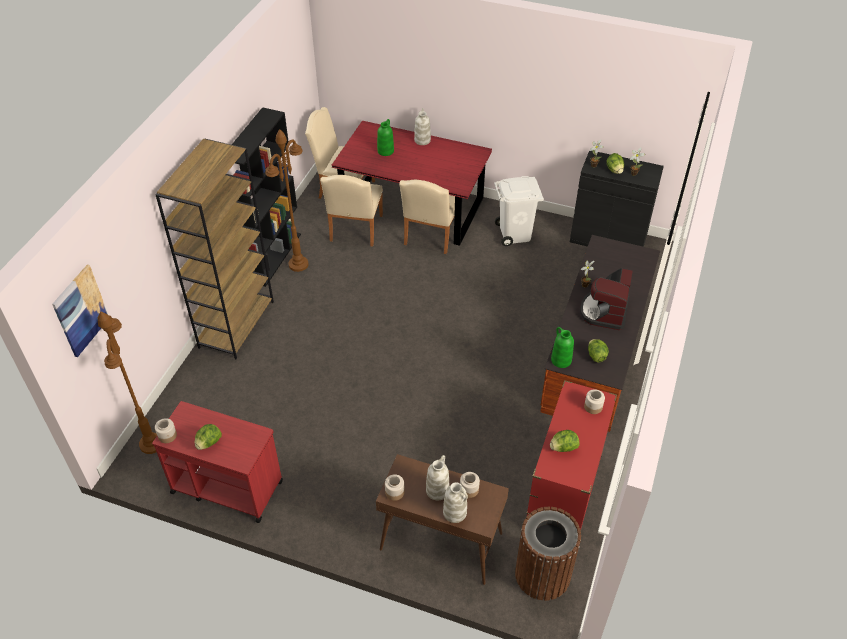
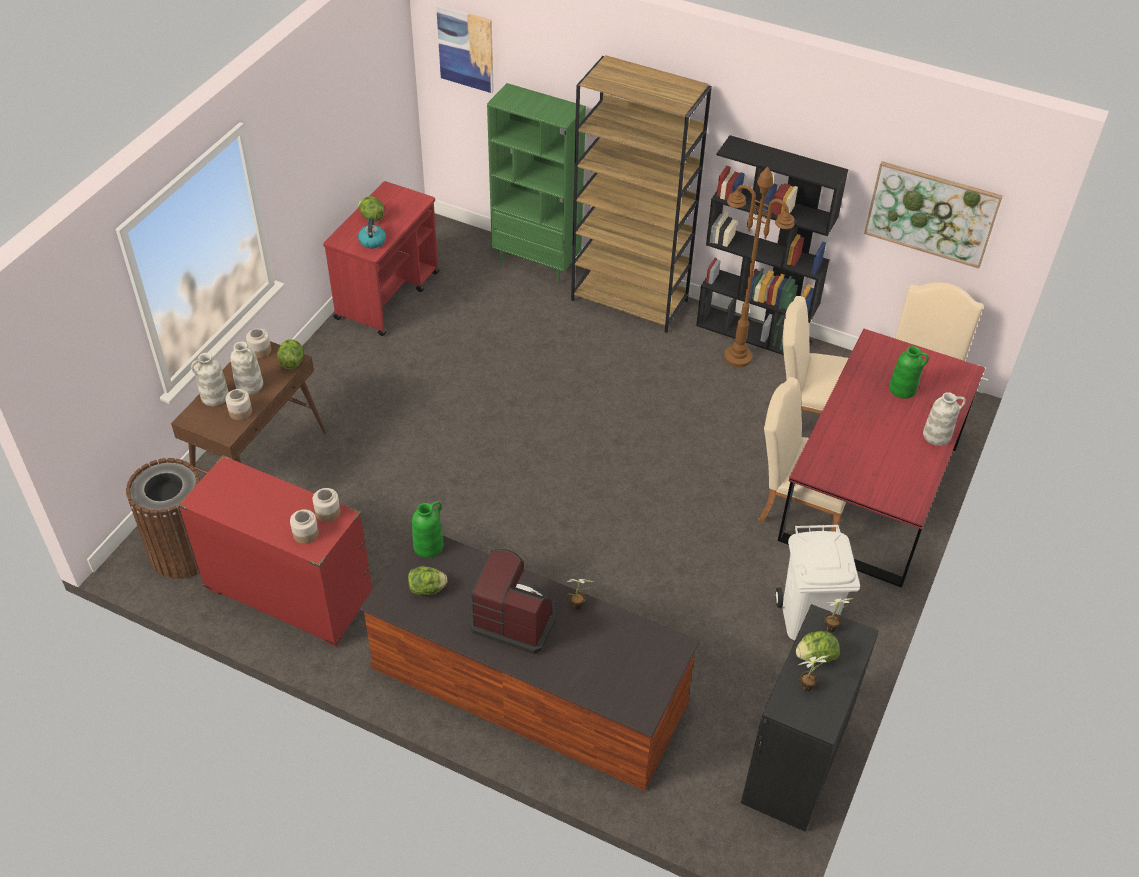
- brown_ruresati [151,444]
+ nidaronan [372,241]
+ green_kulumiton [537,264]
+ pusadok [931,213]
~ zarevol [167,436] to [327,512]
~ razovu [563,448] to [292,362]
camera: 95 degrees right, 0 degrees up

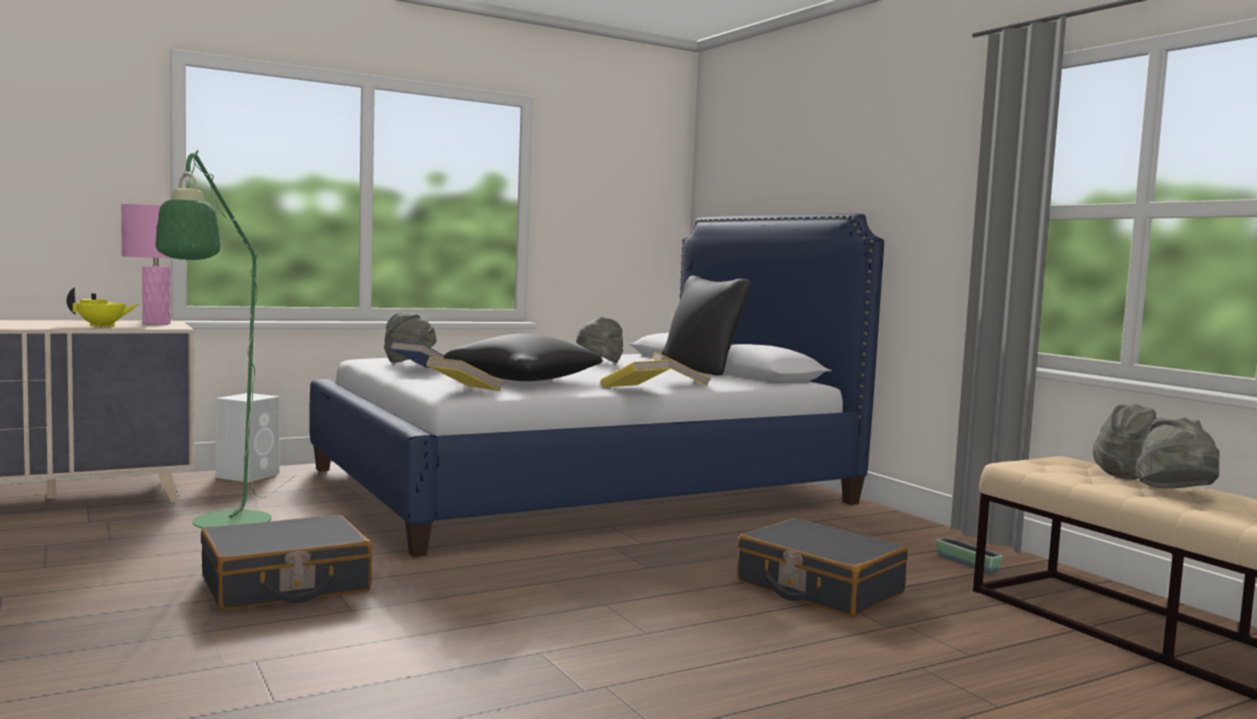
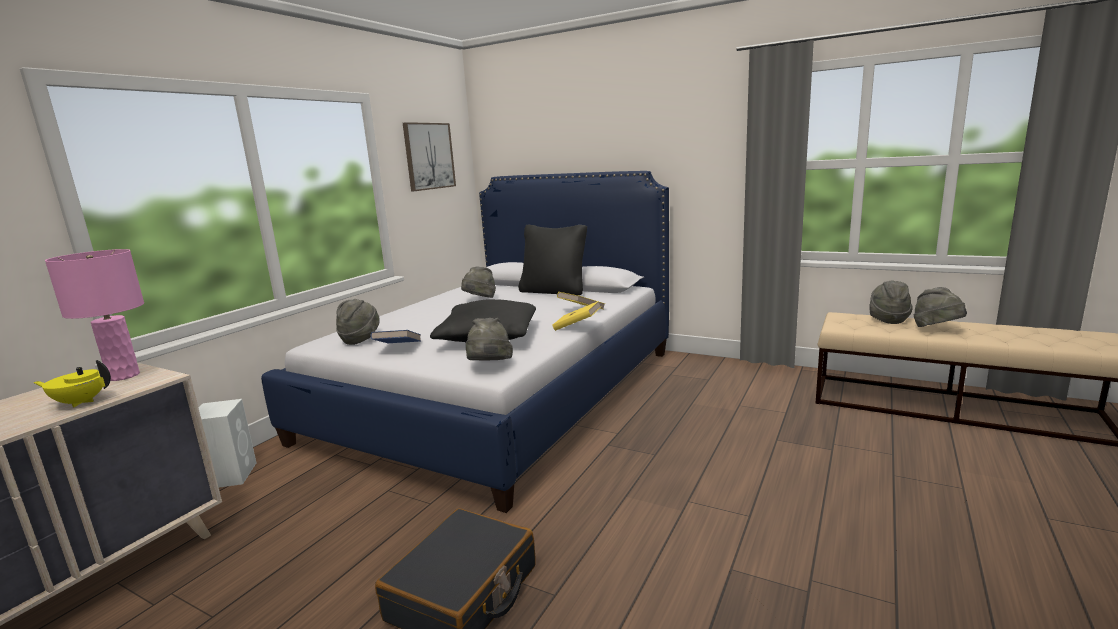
- green_ruresati [225,525]
- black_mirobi [819,588]
- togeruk [967,564]
+ pusadok [429,156]
~ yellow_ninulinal [464,391] to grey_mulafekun [489,366]
~ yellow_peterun [102,326] = [81,402] 135 degrees counterclockwise
camera: 30 degrees left, 10 degrees up

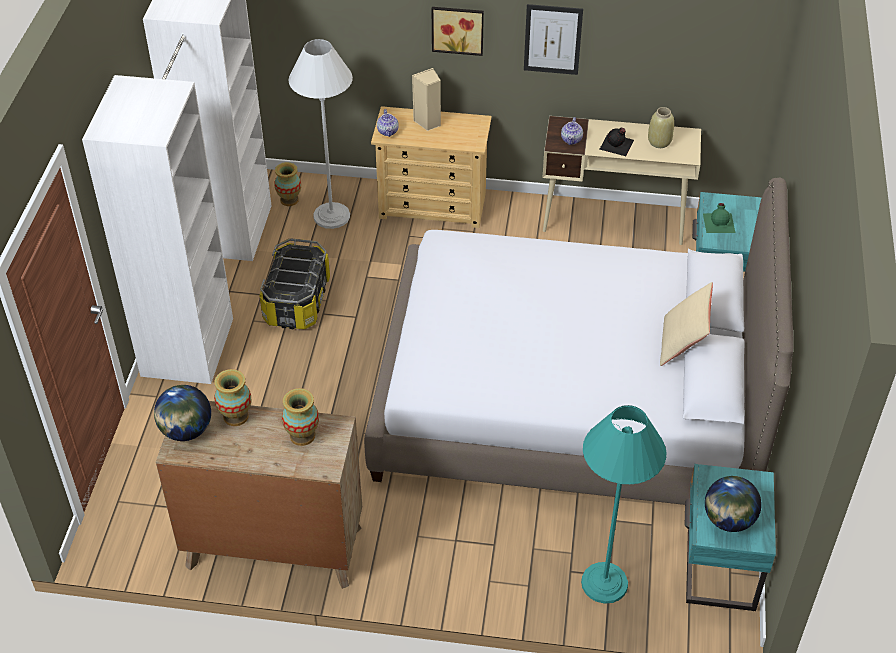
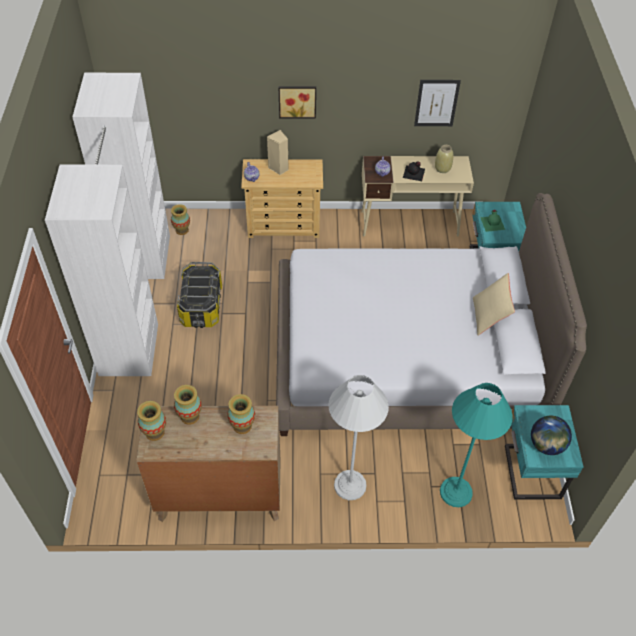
~ white_ruresati [331,216] to [350,485]
~ pusadok [552,39] to [436,103]
~ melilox [186,430] to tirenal [155,432]
camera: 10 degrees left, 5 degrees up

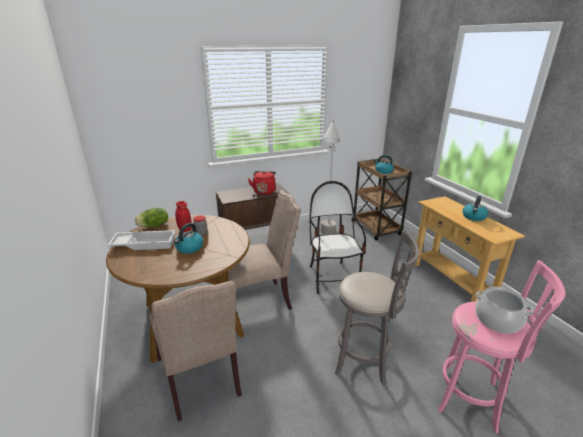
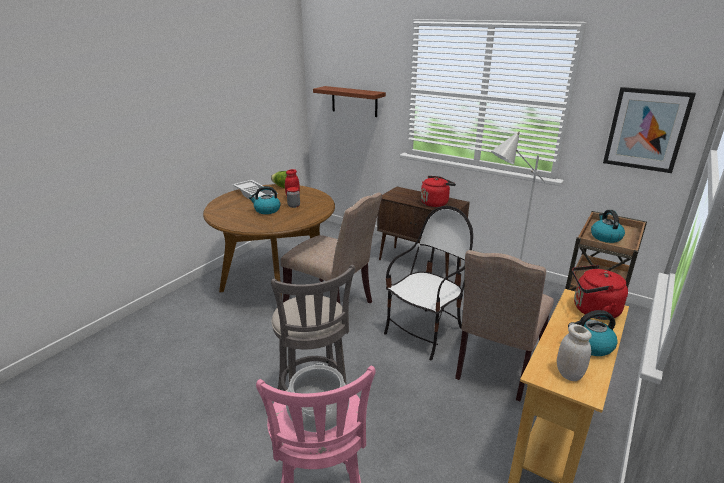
+ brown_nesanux [354,101]
+ white_zarevol [569,374]
+ red_nidaronan [592,310]
+ pusadok [646,129]
~ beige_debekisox [201,379] to [497,366]
camera: 55 degrees right, 0 degrees up

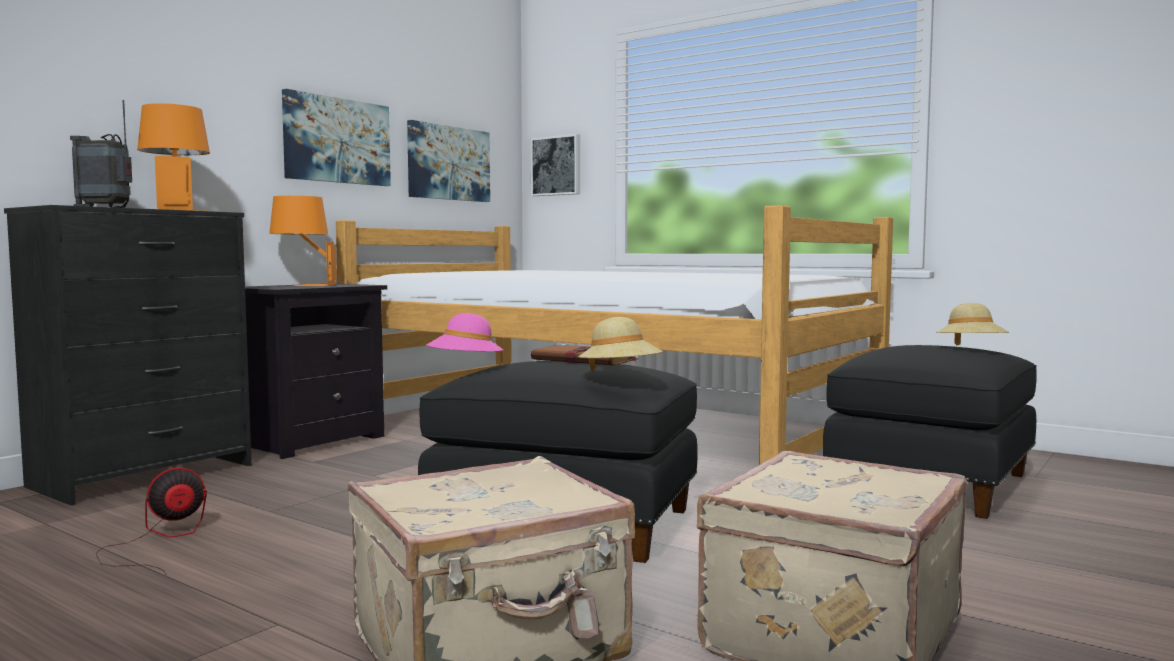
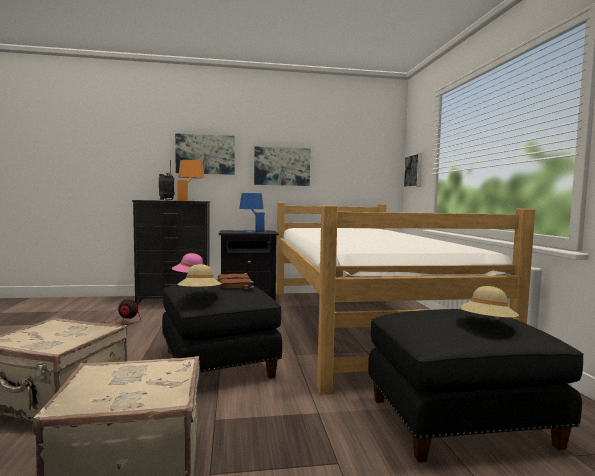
~ pusadok [448,163] to [205,154]
~ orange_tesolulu [304,285] to blue_tesolulu [252,231]
camera: 45 degrees right, 0 degrees up

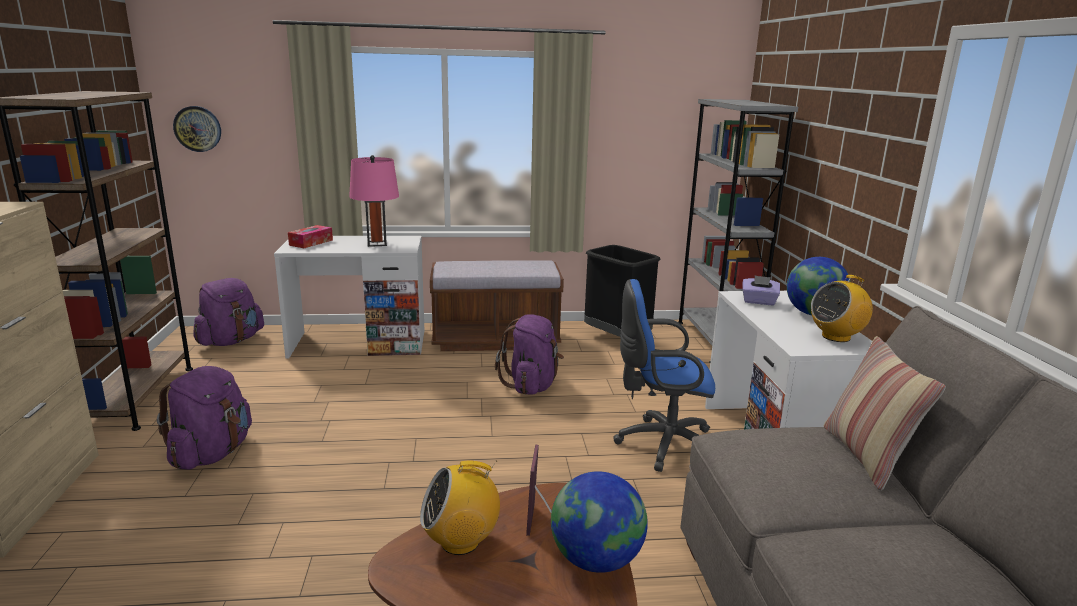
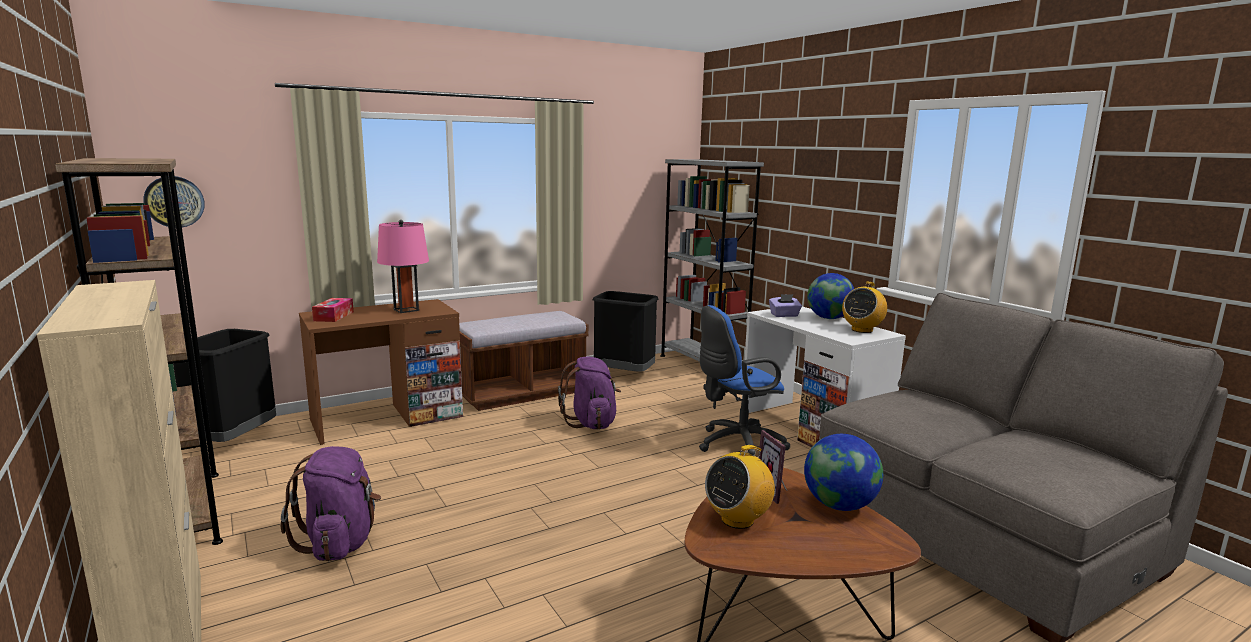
- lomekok [866,456]
~ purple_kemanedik [231,341] to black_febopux [234,440]
~ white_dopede [358,343] to brown_dopede [387,418]
camera: 25 degrees left, 5 degrees down

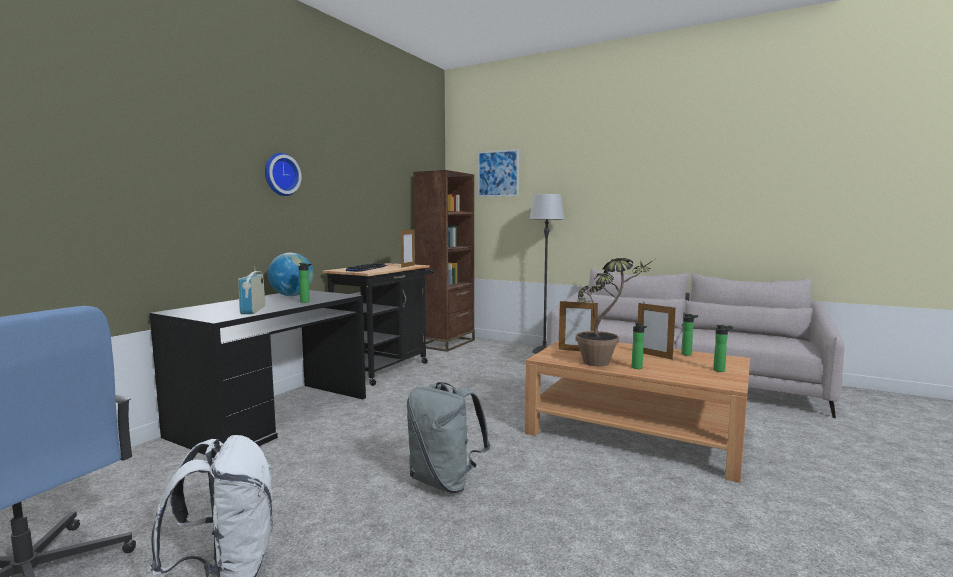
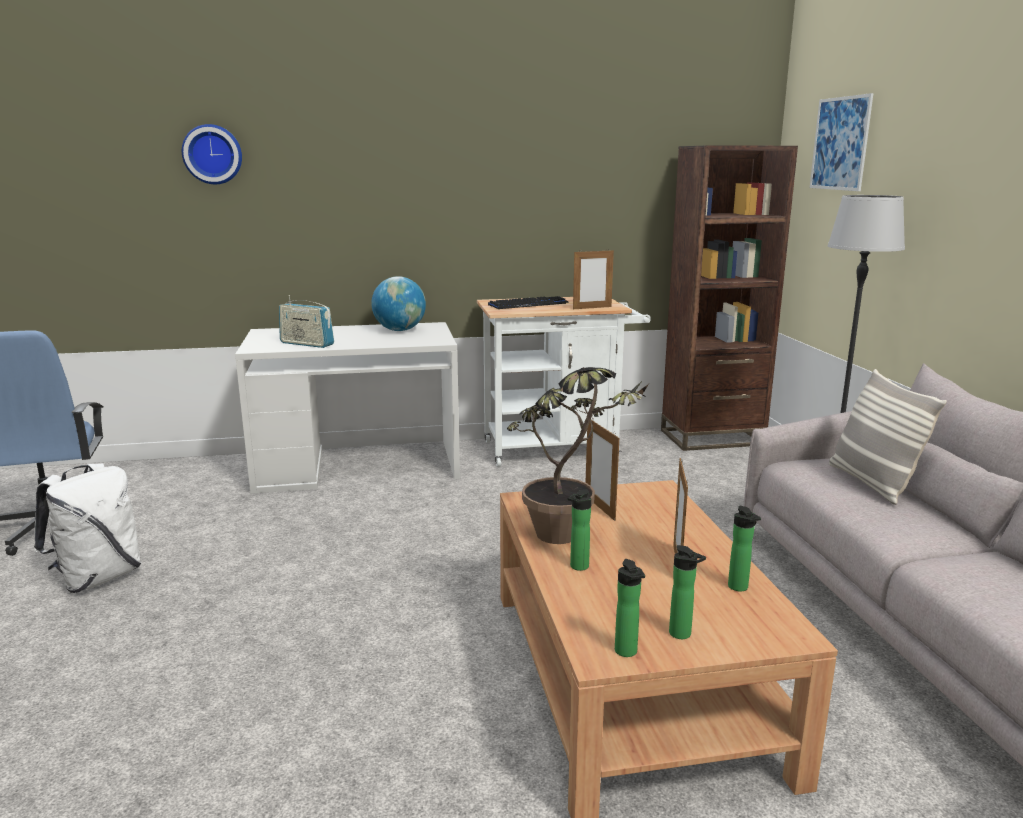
- grey_kemanedik [445,481]
+ lomekok [872,483]
~ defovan [280,174] to [213,154]
~ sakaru [306,302] to [627,653]
~ black_dopede [273,416] to white_dopede [357,465]
~ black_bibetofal [385,368] to white_bibetofal [558,449]
~ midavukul [253,310] = [307,344] 105 degrees counterclockwise
camera: 50 degrees right, 10 degrees up

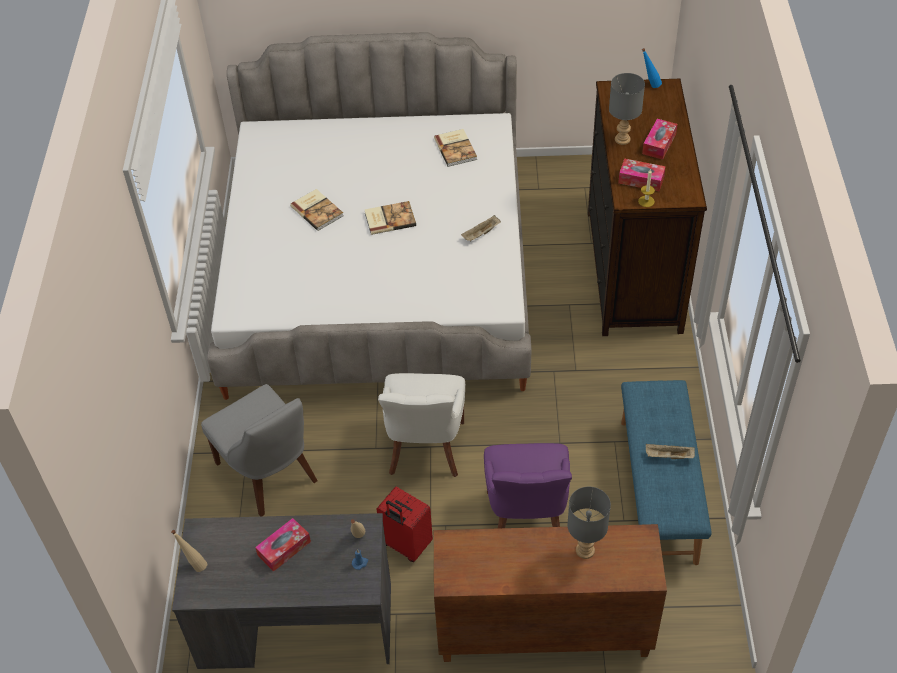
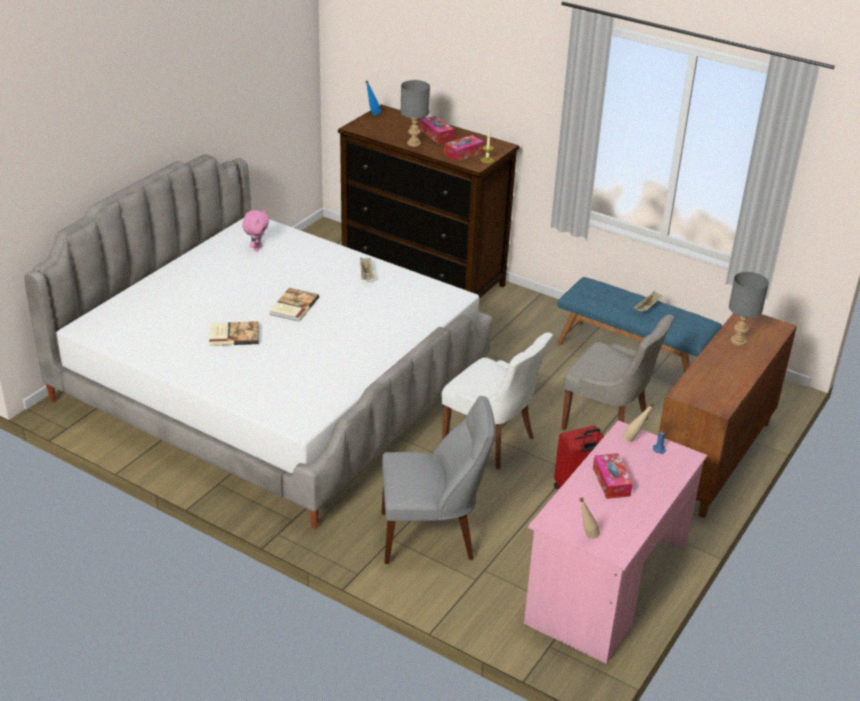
~ ninulinal [456,148] to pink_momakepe [257,248]
~ grey_dopede [296,625] to pink_dopede [607,584]
~ purple_debekisox [526,521] to grey_debekisox [608,423]
camera: 60 degrees left, 15 degrees down

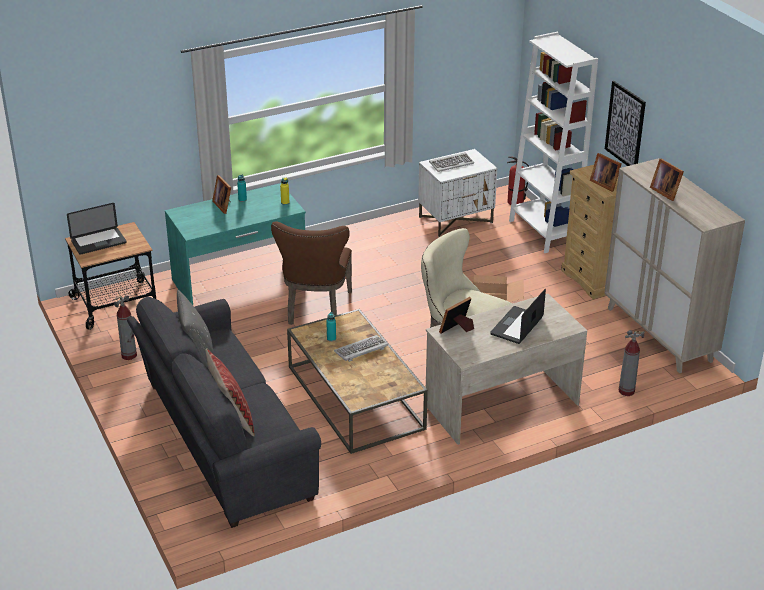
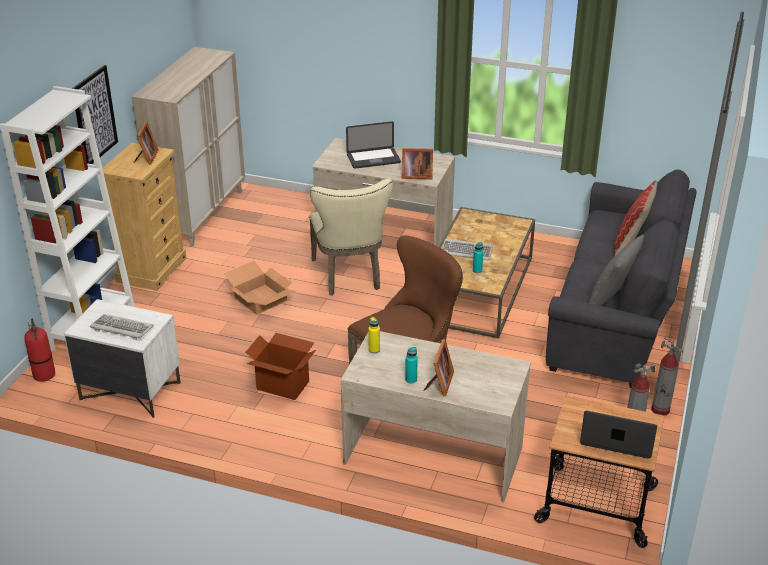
- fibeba [665,192]
+ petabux [283,385]
~ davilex [626,391] to [660,410]
~ turquoise_dopede [240,280] to beige_dopede [433,454]
camera: 135 degrees left, 0 degrees up

